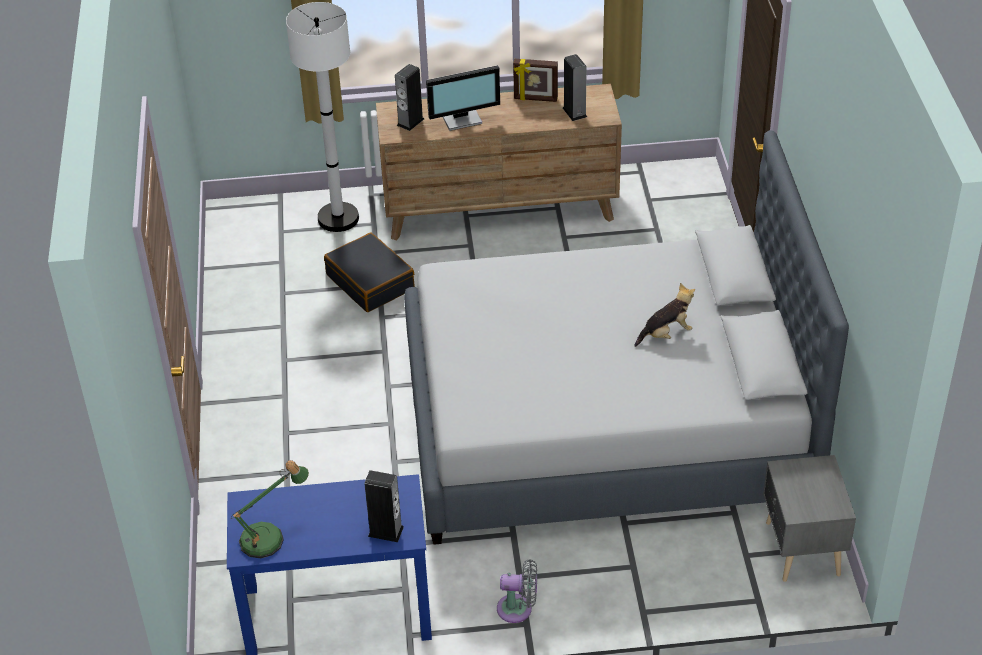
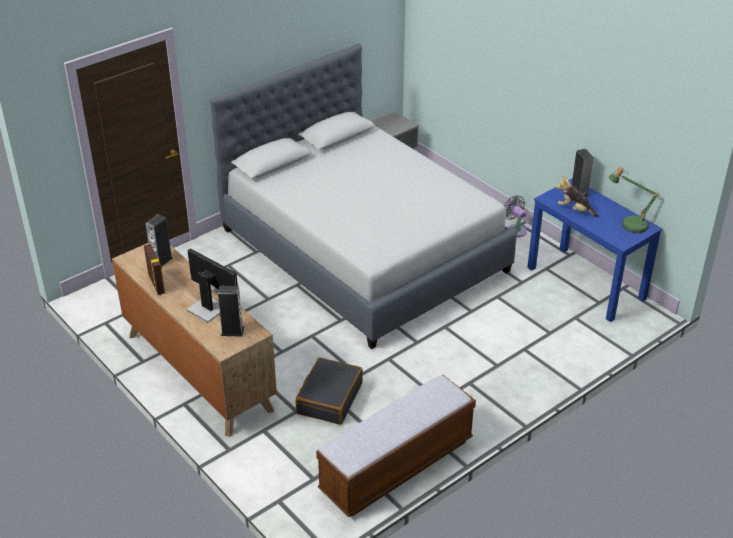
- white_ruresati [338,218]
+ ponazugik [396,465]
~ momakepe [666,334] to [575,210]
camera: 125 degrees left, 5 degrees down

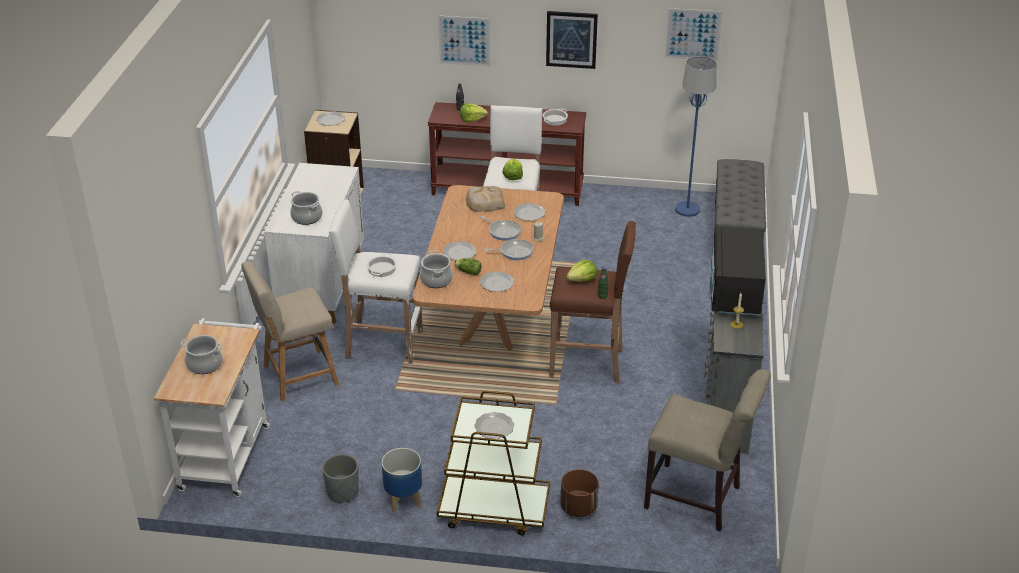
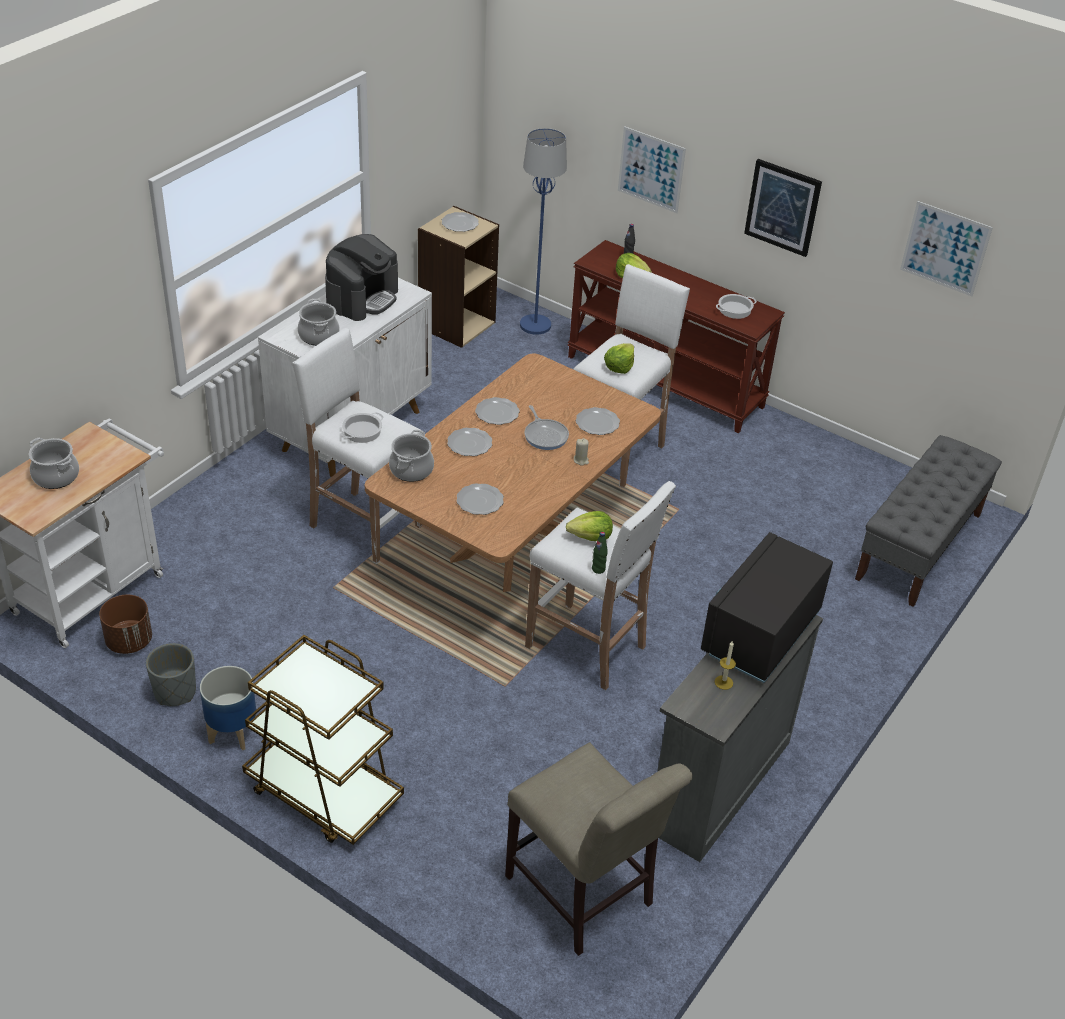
- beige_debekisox [296,376]
- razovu [467,271]
- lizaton [484,202]
- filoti [514,252]
+ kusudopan [362,298]
~ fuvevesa [494,426] to [497,412]
~ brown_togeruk [578,507] to [129,641]
~ blue_ruresati [687,209] to [535,325]
~ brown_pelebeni [588,363] to white_pelebeni [588,648]
camera: 25 degrees right, 5 degrees up

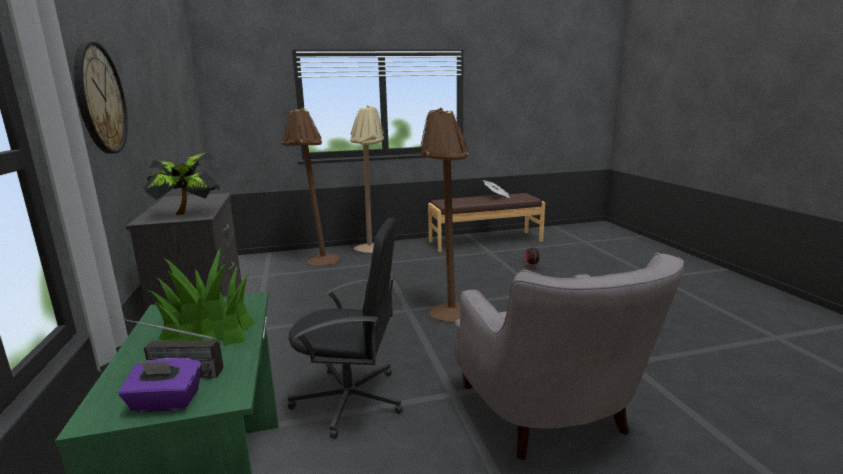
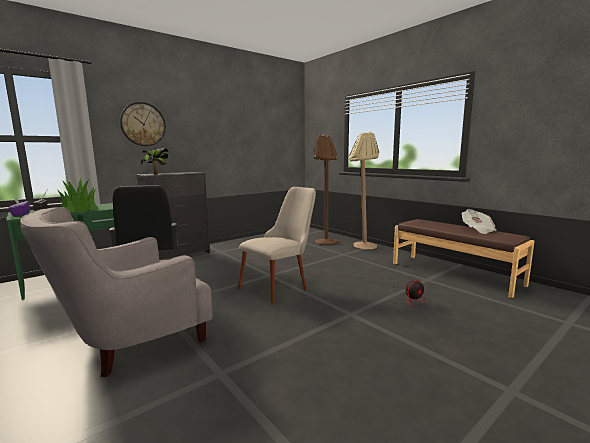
~ brown_ruresati [447,309] to beige_debekisox [280,285]
camera: 65 degrees right, 5 degrees down

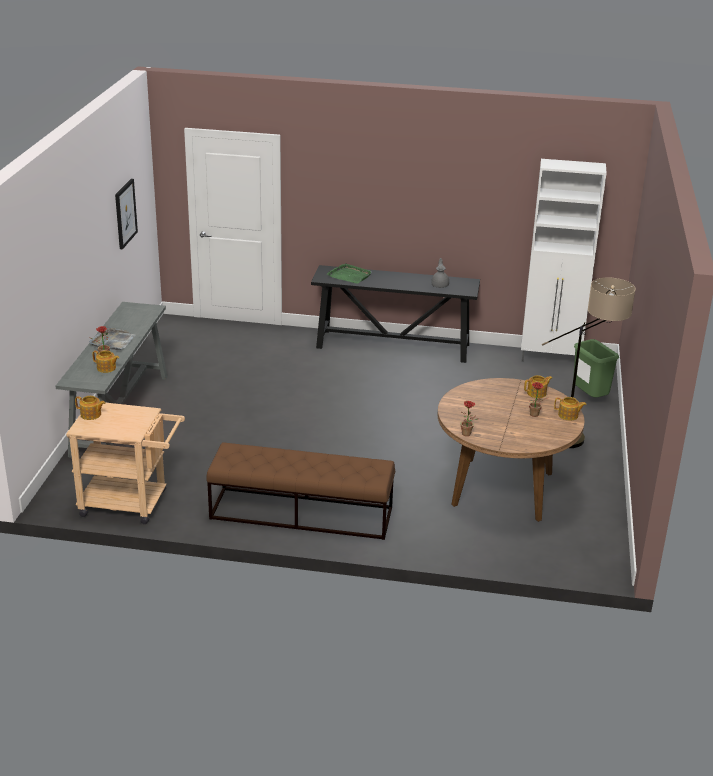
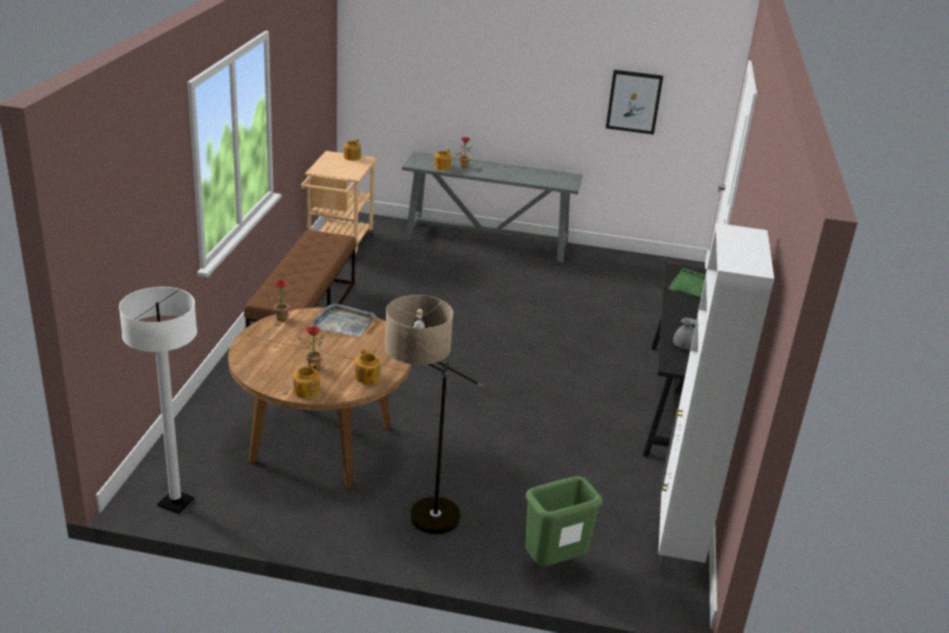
+ white_ruresati [176,503]
~ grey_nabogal [113,341] to [344,323]
camera: 90 degrees right, 0 degrees up

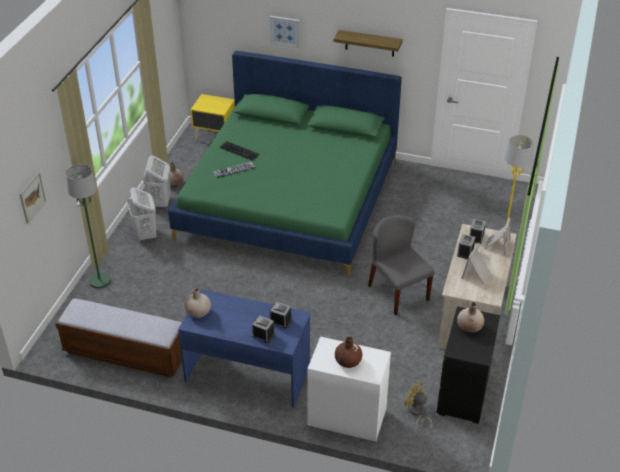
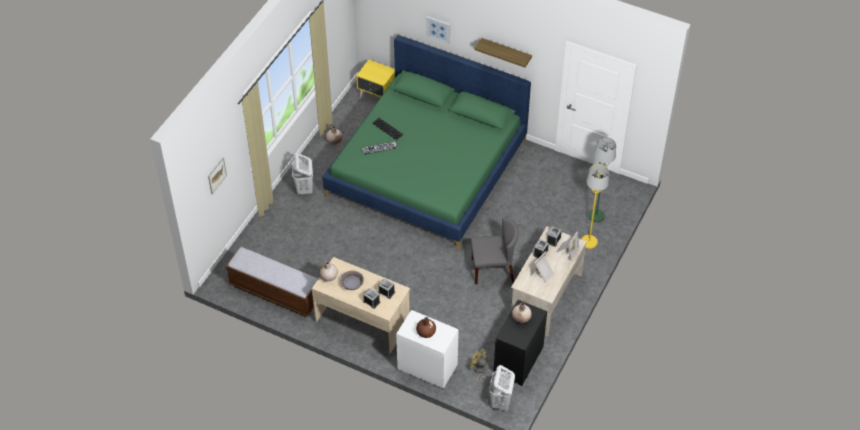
+ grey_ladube [352,283]
~ green_ruresati [100,281] to [596,216]
~ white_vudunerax [160,203] to [500,402]
~ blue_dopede [248,373] to beige_dopede [362,321]
~ grey_debekisox [398,292] = [493,269] 105 degrees clockwise
camera: 10 degrees right, 10 degrees up

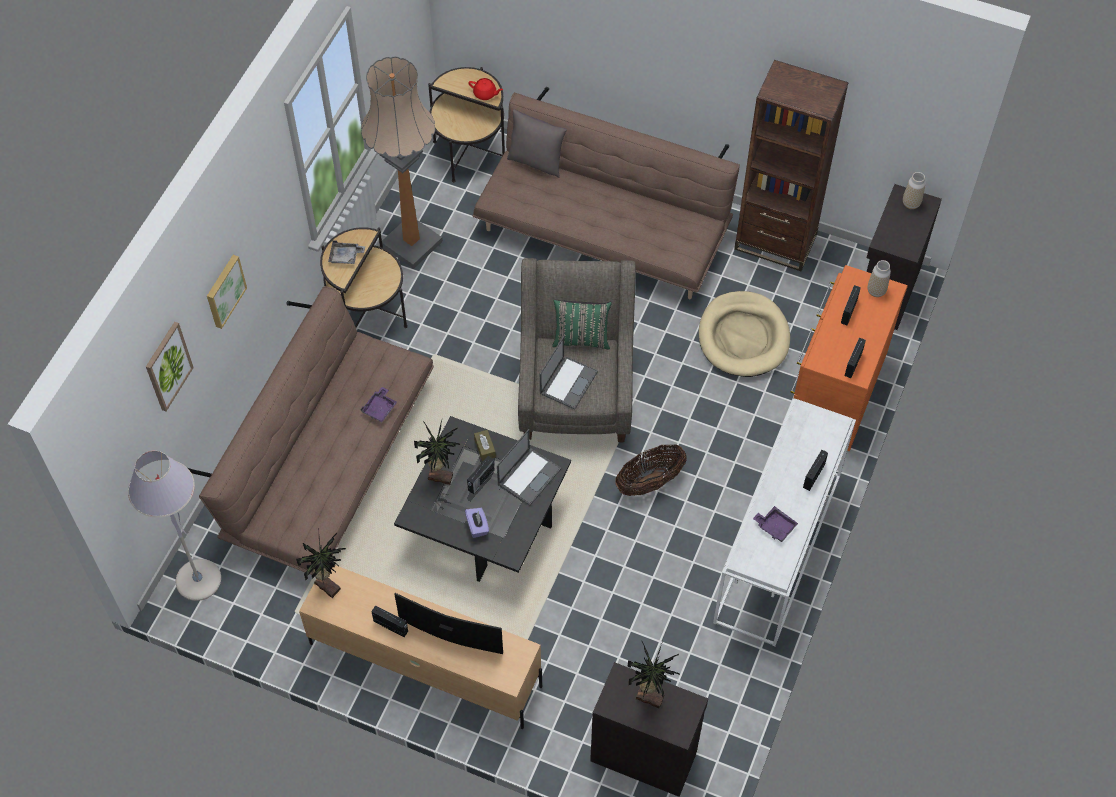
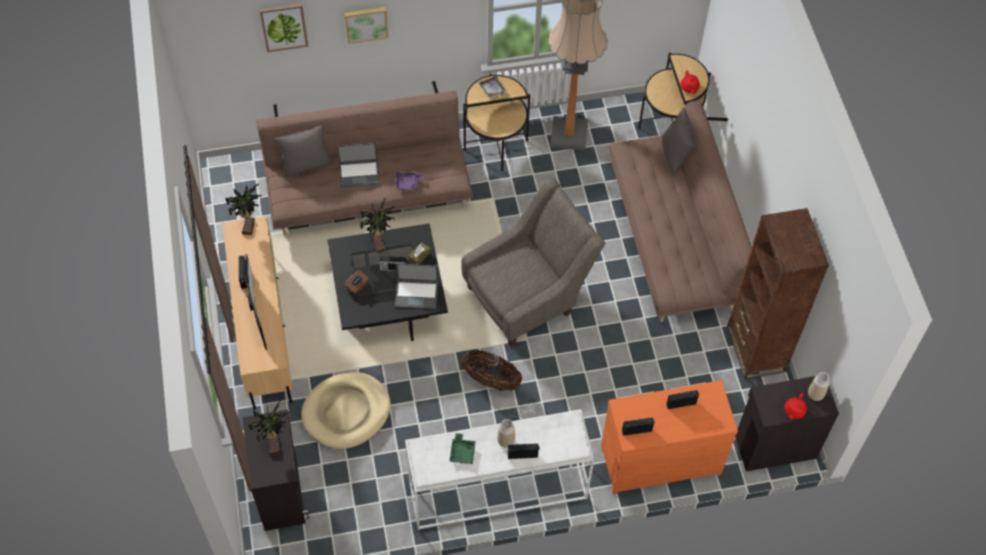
- grey_ruresati [198,580]
- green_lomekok [581,339]
+ grey_lomekok [306,165]
+ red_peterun [794,411]
~ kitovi [568,382] to [359,173]
~ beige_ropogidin [743,337] to [346,412]
~ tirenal [876,291] to [506,441]
~ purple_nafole [477,526] to brown_nafole [357,286]
~ purple_nabogal [775,526] to green_nabogal [462,452]
camera: 55 degrees right, 0 degrees up

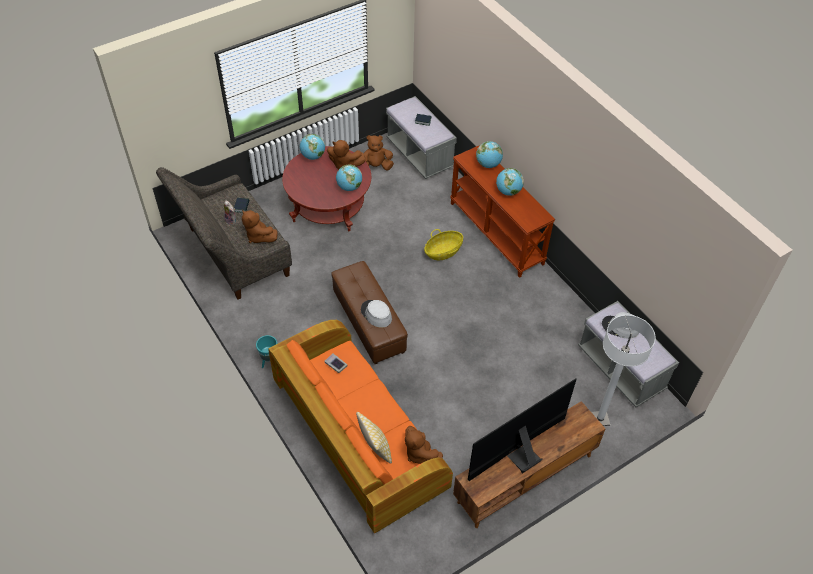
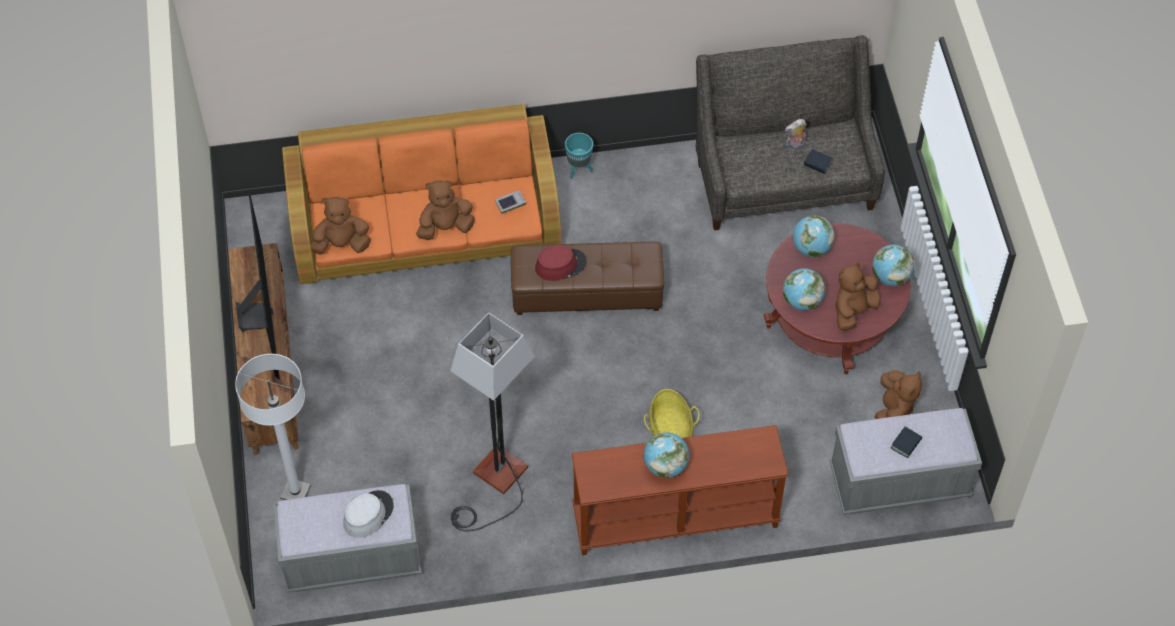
- lomekok [375,448]
+ ruresati [495,482]
~ brown_momakepe [259,236] to [445,227]
~ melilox [488,164] to [811,248]
~ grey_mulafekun [376,314] to red_mulafekun [560,265]
camera: 115 degrees right, 5 degrees up

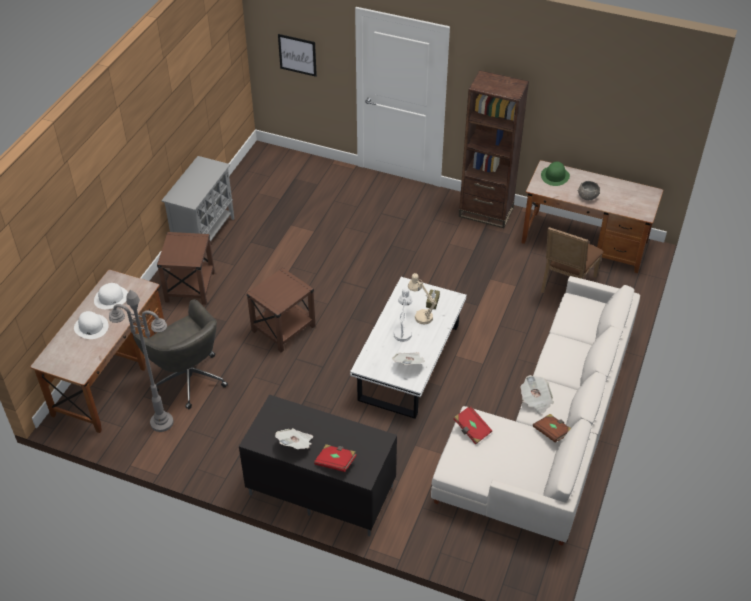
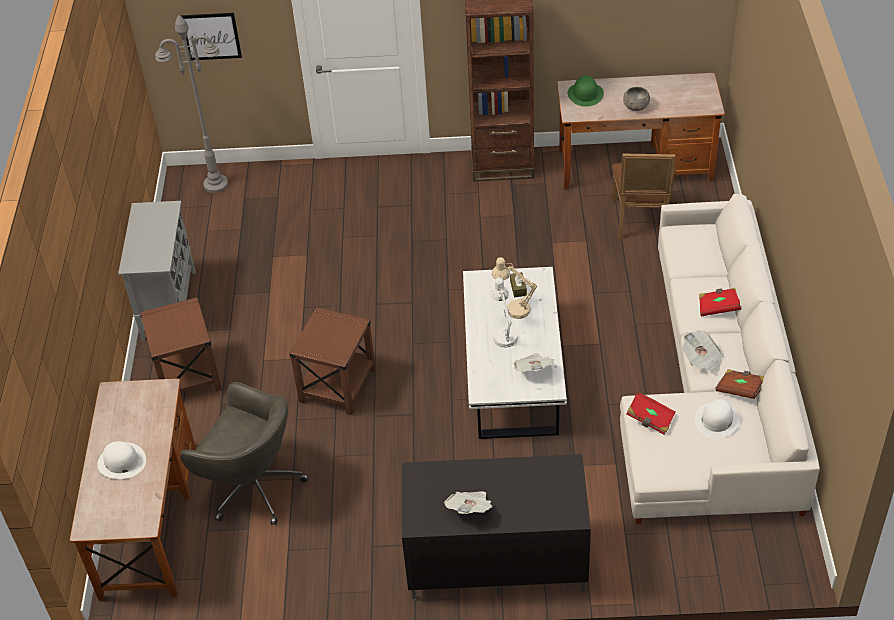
~ white_mulafekun [111,298] to [717,420]
~ grey_ruresati [161,422] to [215,185]
~ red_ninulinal [335,462] to [719,307]
camera: 20 degrees left, 0 degrees up

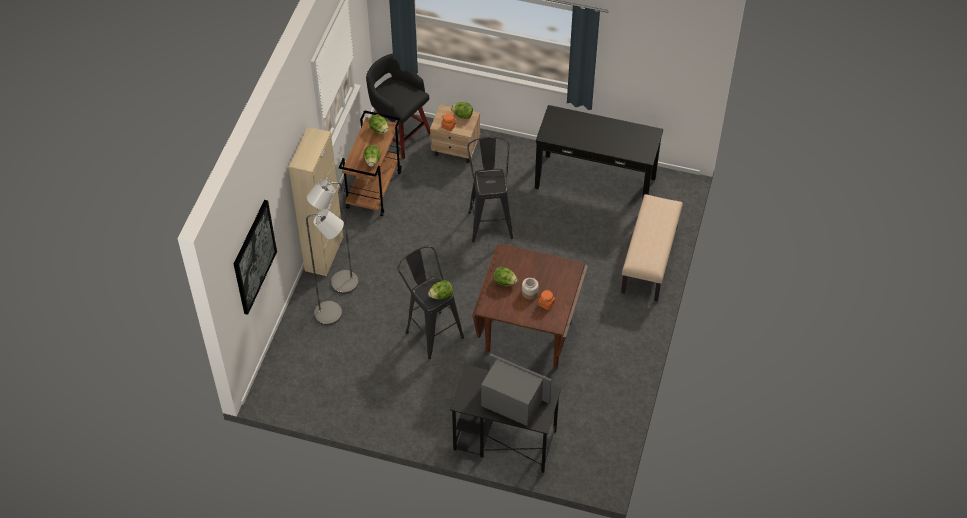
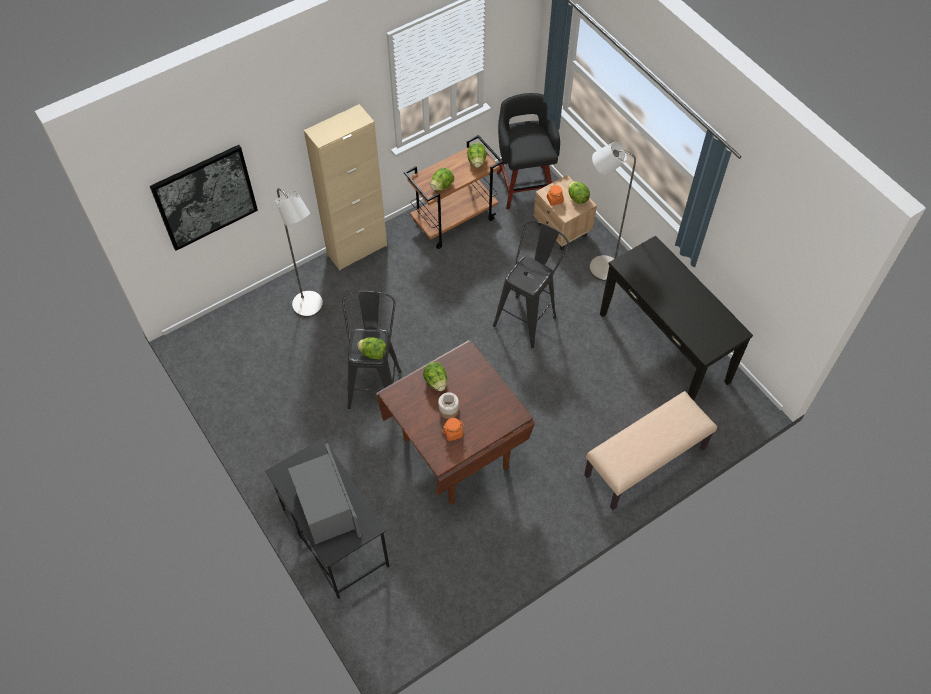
~ grey_ruresati [339,284] to [598,268]
camera: 40 degrees right, 5 degrees up

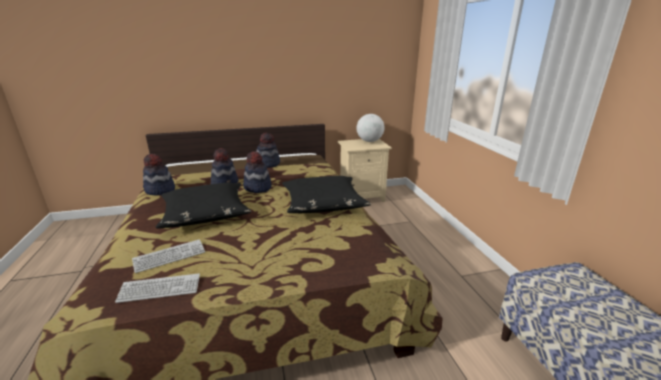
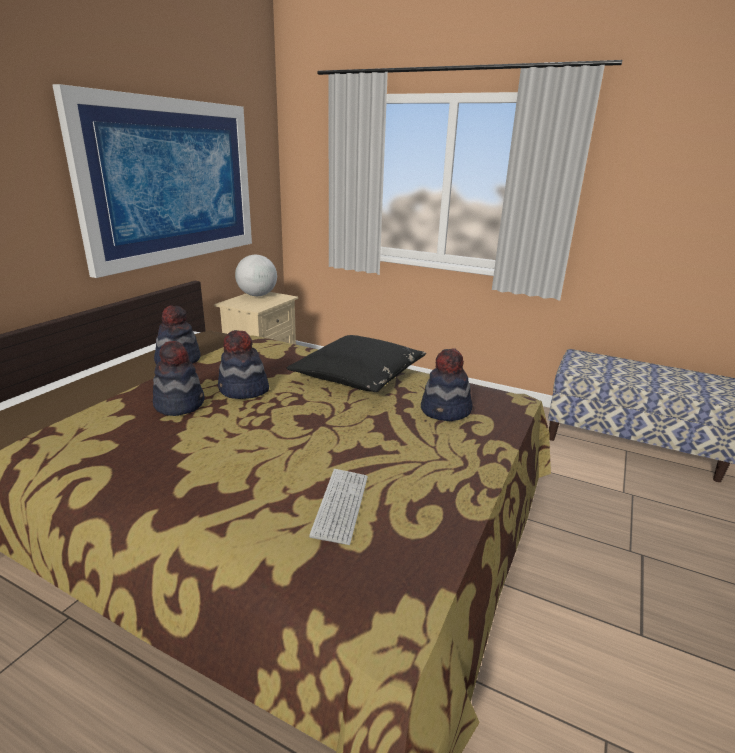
- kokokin [160,289]
- black_lomekok [205,213]
+ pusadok [172,182]
~ mulafekun [160,190] to [446,411]
camera: 50 degrees left, 0 degrees up

